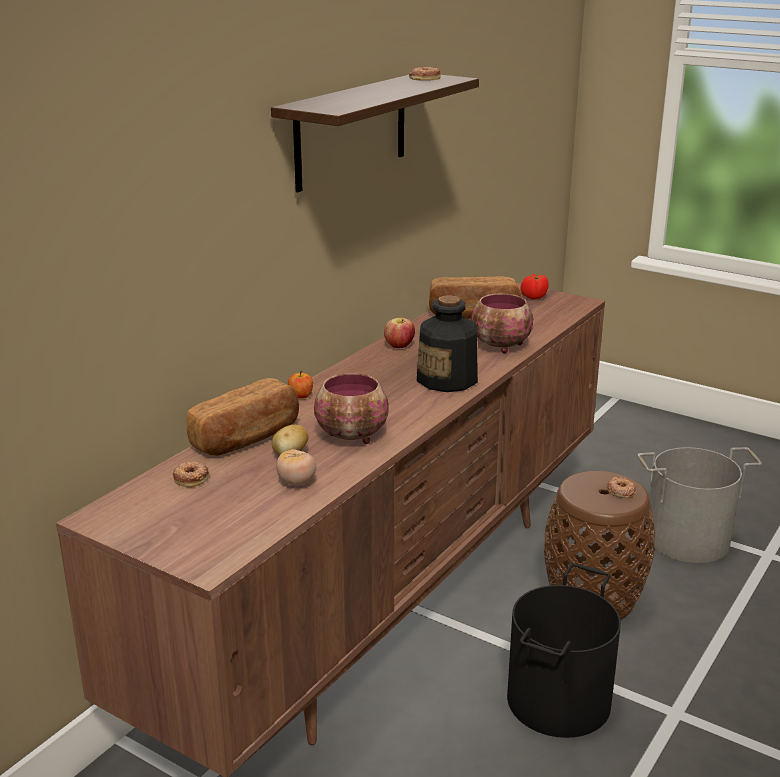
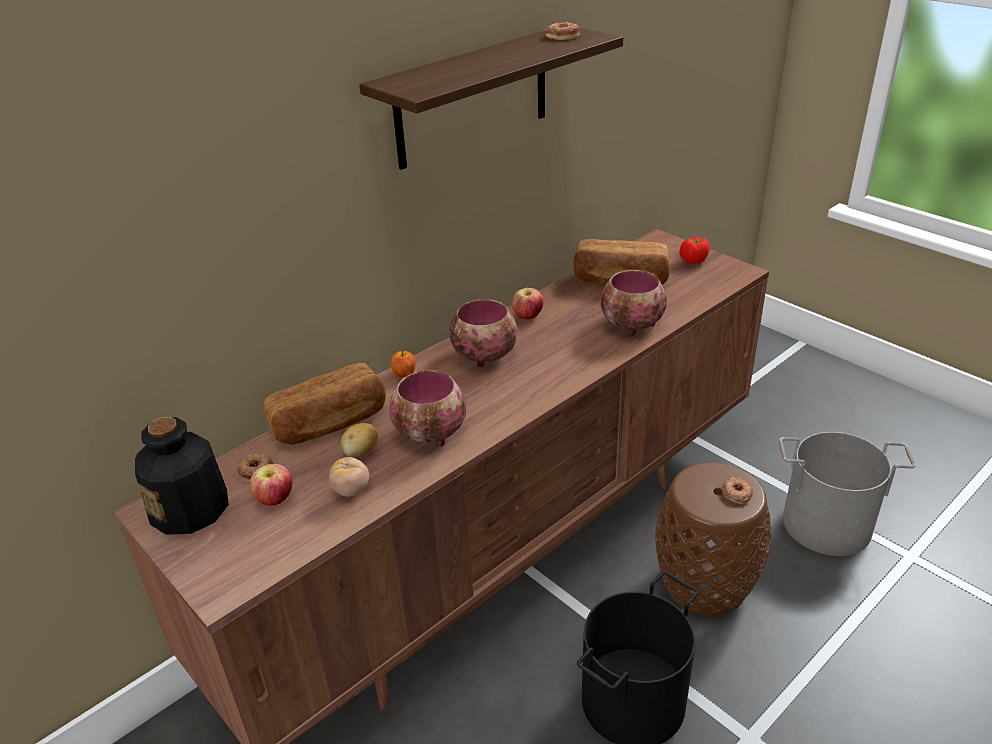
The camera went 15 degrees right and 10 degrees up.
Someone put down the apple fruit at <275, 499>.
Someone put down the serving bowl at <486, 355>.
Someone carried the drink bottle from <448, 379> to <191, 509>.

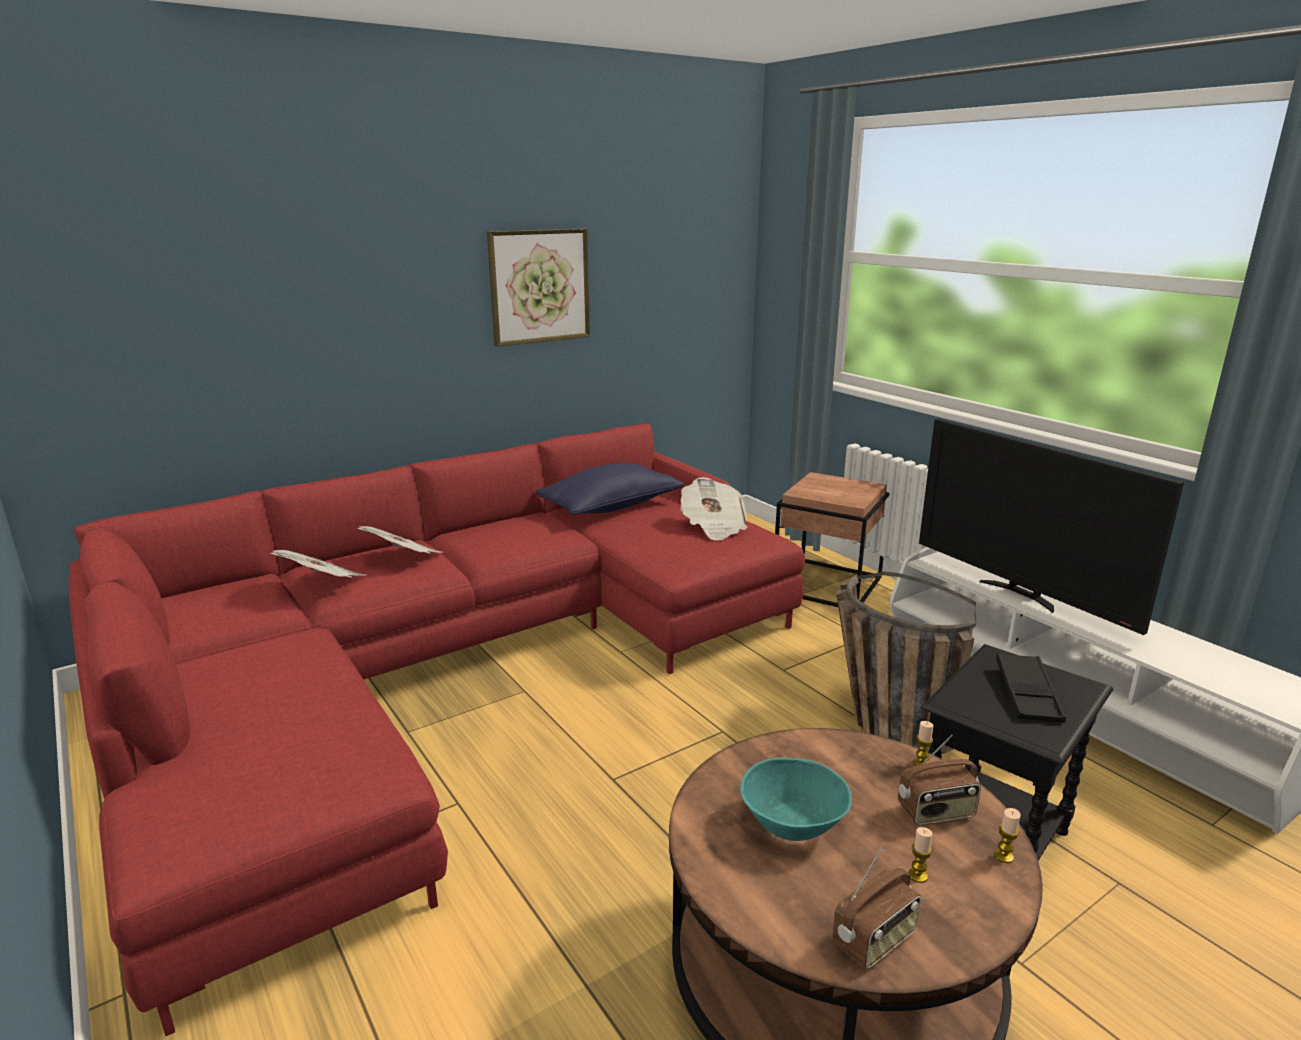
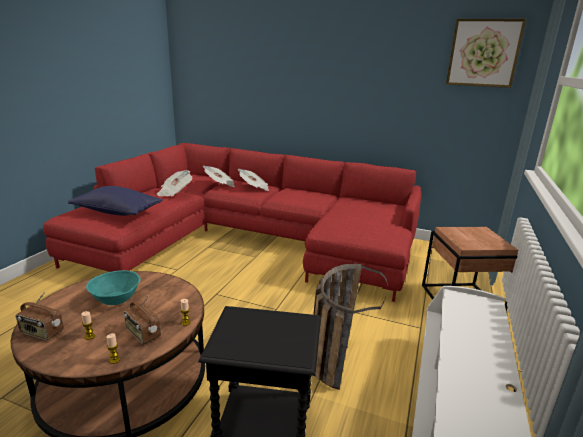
The camera went 55 degrees right and 0 degrees up.
Someone took away the TV at <1020, 594>.
Someone took away the black carrying tray at <1027, 694>.
Someone carried the wall picture from <539, 286> to <483, 53>.
Someone carried the blue-coloured throw pillow from <610, 507> to <117, 212>.
Someone carried the printed paper from <713, 527> to <174, 193>.

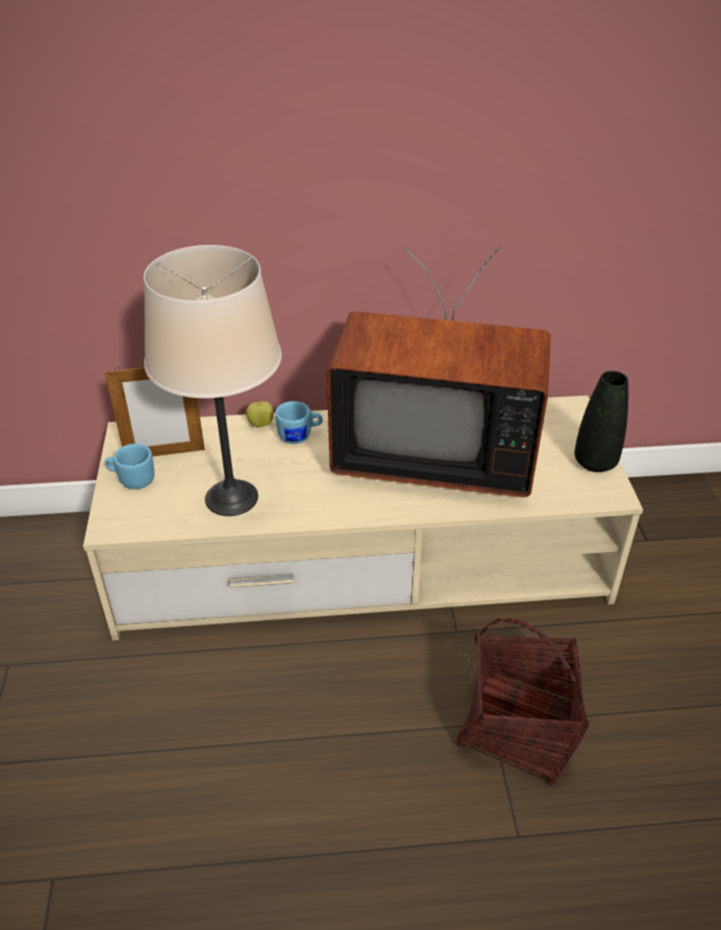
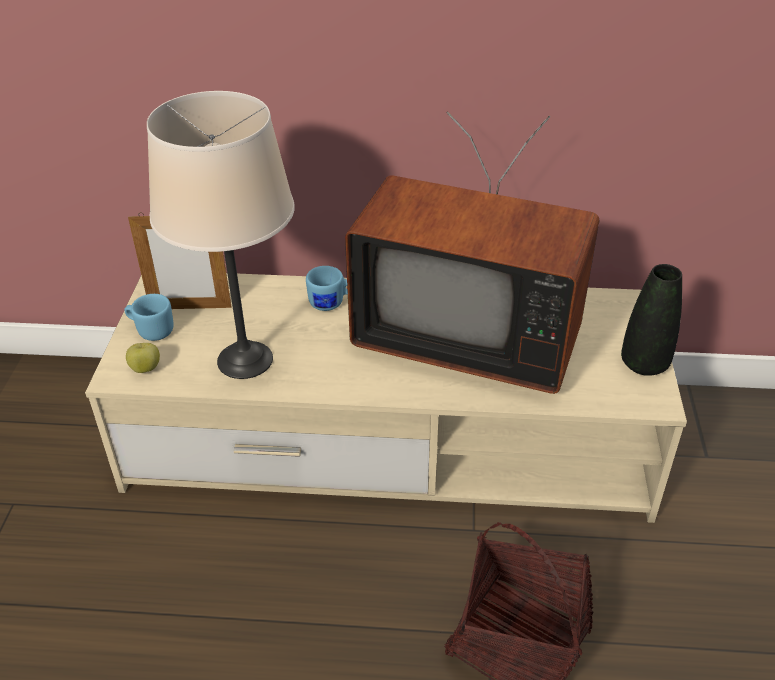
The camera went 10 degrees right and 0 degrees up.
Someone carried the apple fruit from <261, 424> to <145, 369>.

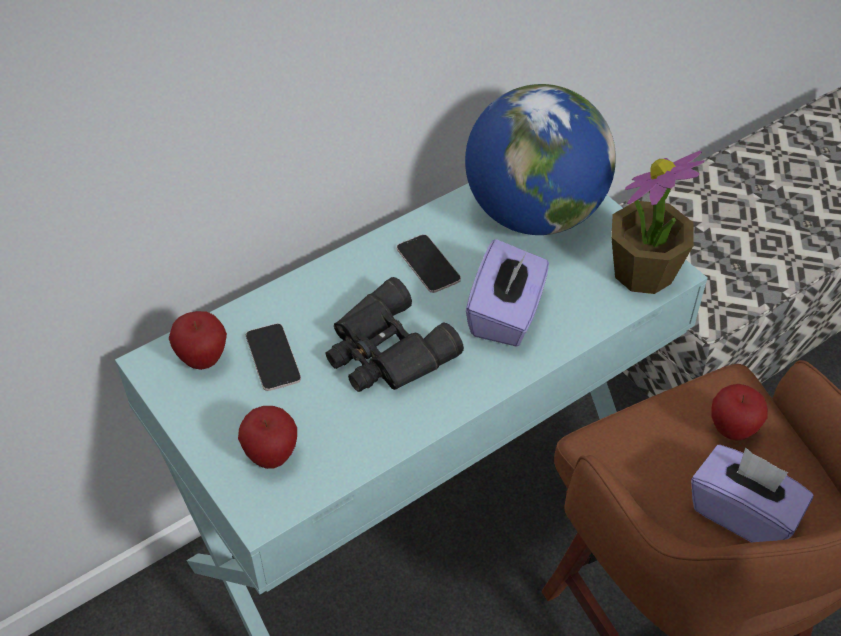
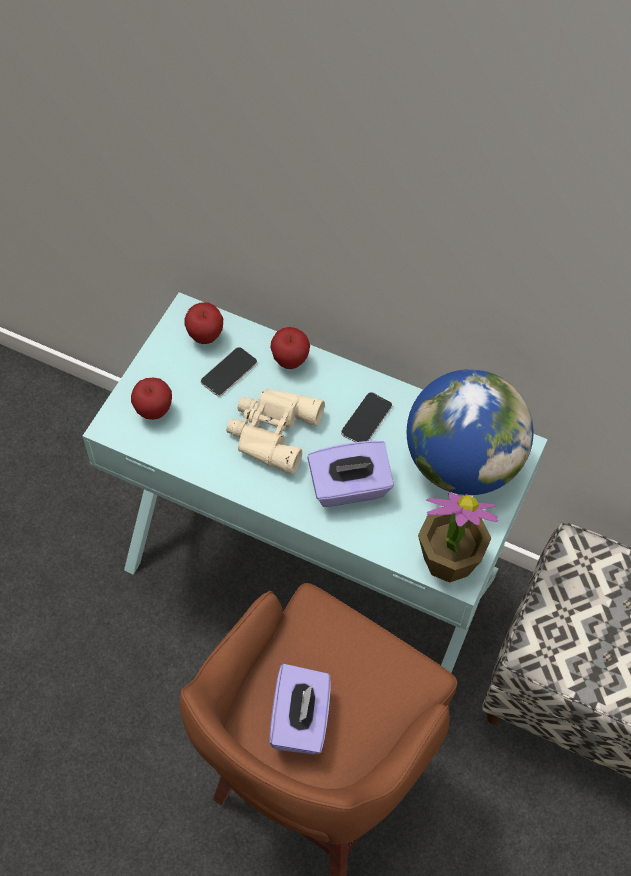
The camera went 60 degrees right and 10 degrees up.
Someone carried the apple fruit from <732, 430> to <290, 361>.
Someone repainted the black binoculars at <385, 352>, which became the beige binoculars at <271, 432>.

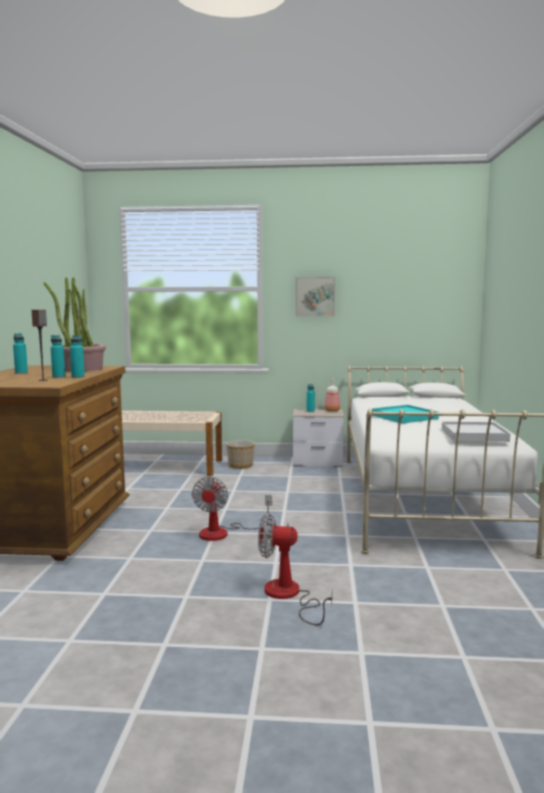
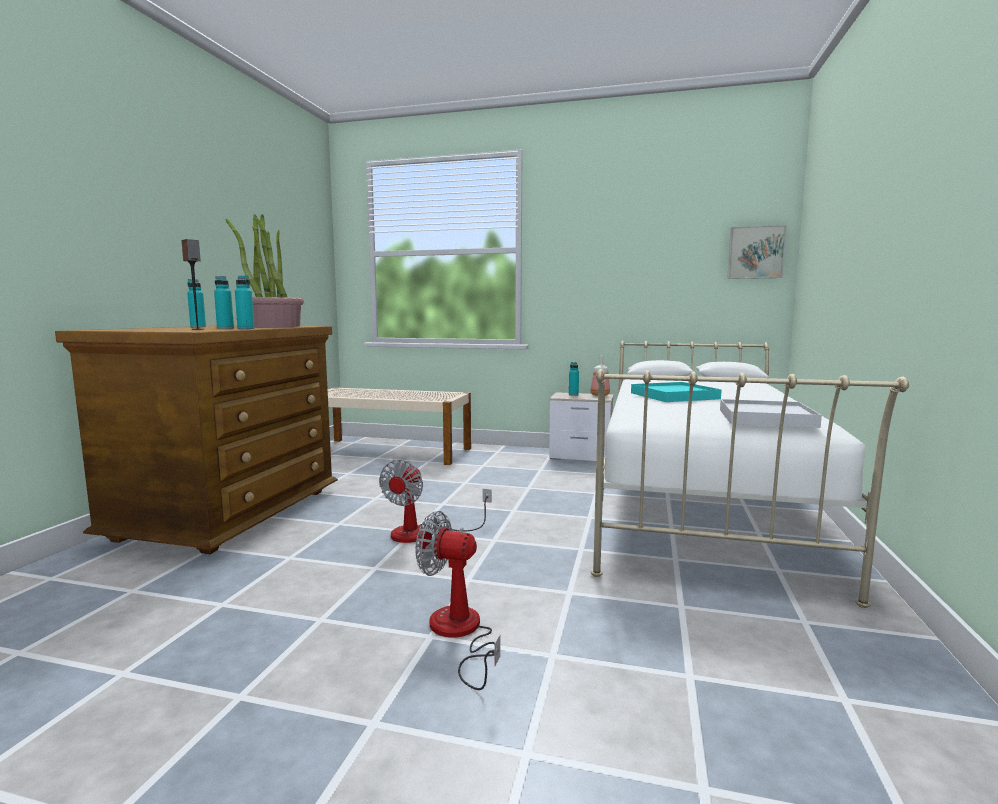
The camera went 10 degrees right and 0 degrees up.
Someone took away the plant pot at <240, 465>.
Someone carried the wall picture from <315, 297> to <755, 252>.

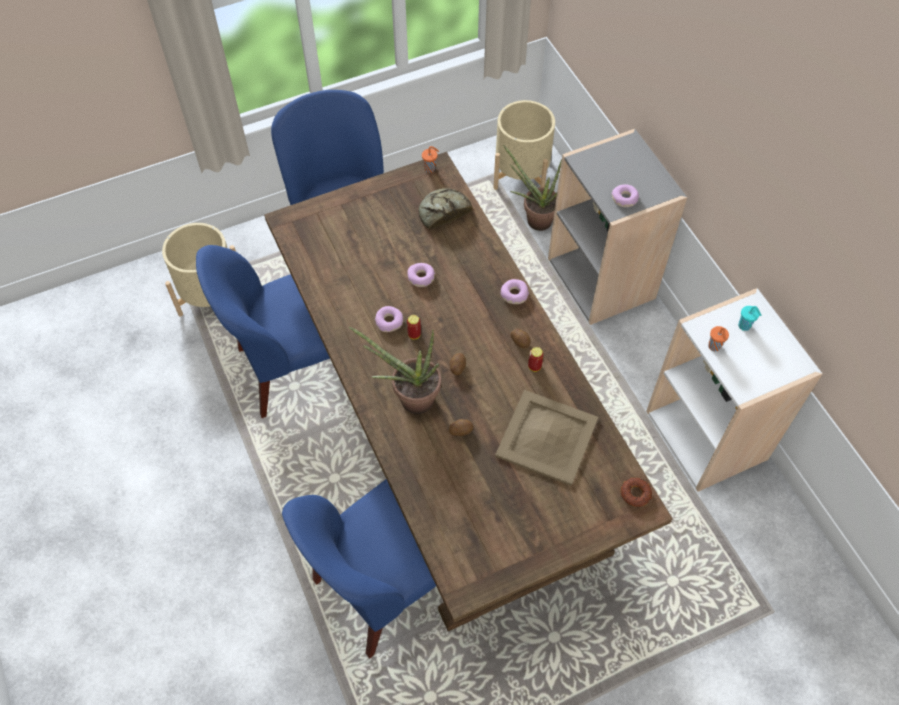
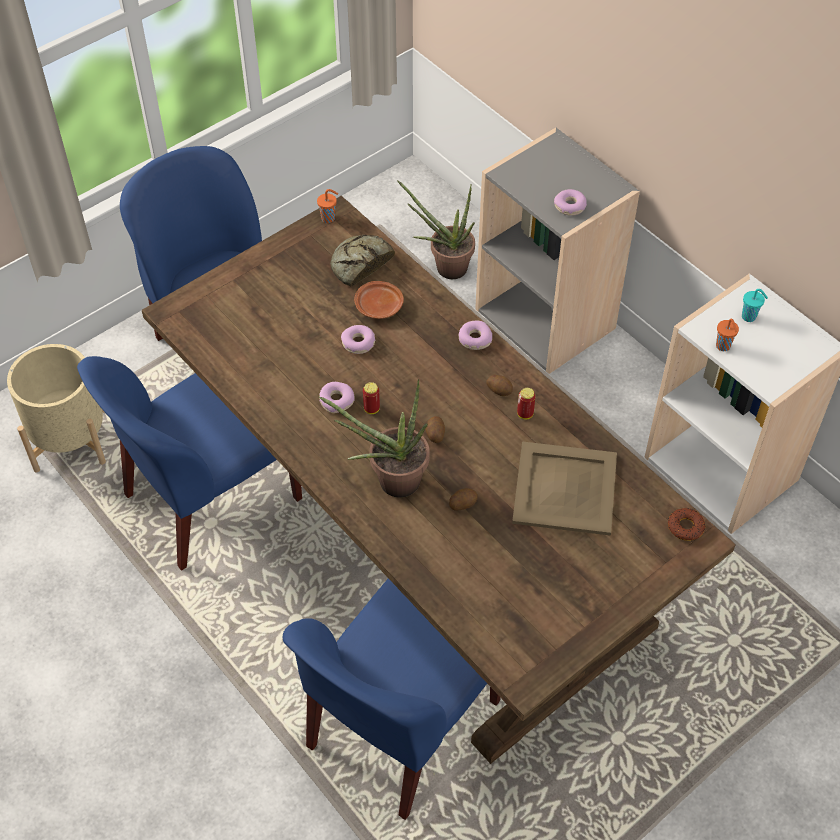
The camera went 15 degrees left and 5 degrees down.
Someone took away the beige plant pot at <521, 174>.
Someone put down the brown-coloured plate at <379, 306>.

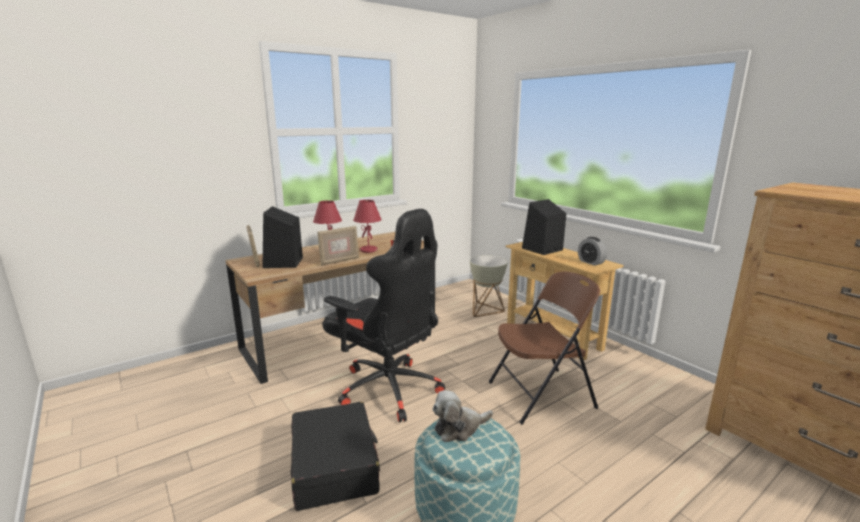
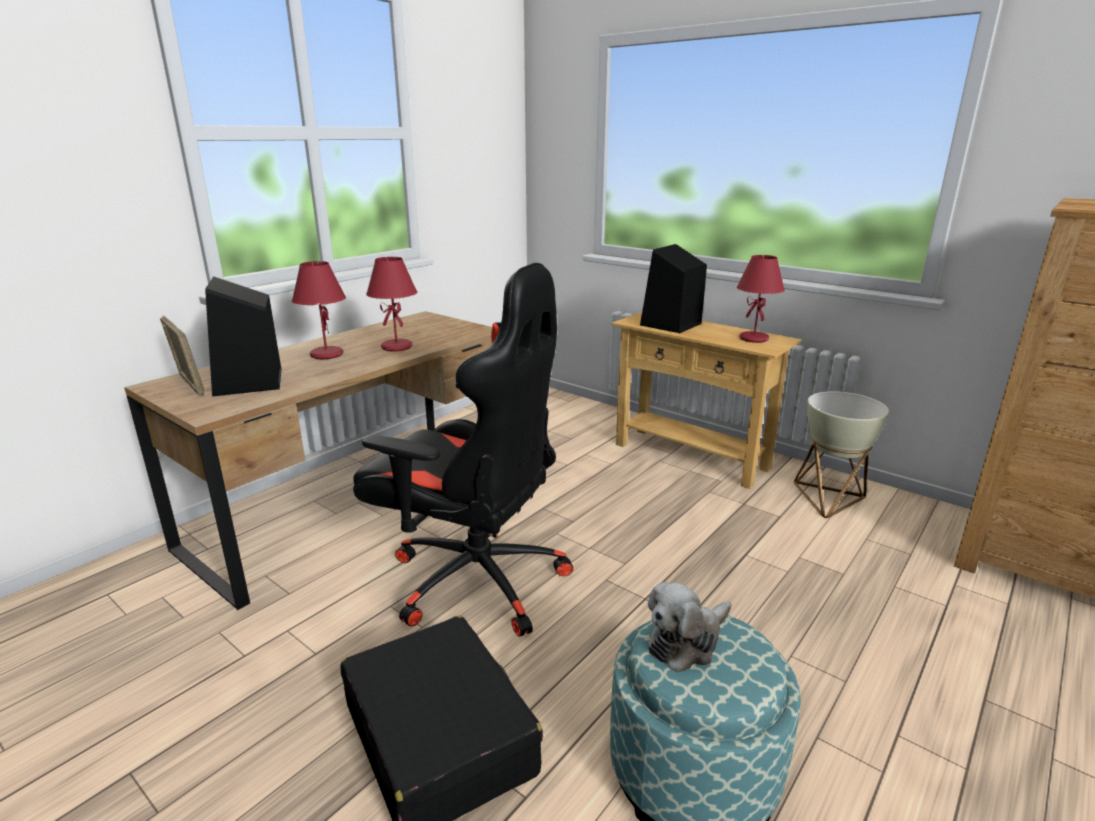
The camera went 15 degrees left and 5 degrees up.
Someone took away the picture frame at <339, 261>.
Someone took away the brown-coloured upright chair at <541, 395>.
Someone carried the plant pot from <486, 310> to <829, 499>.
Someone swapped the bedside clock at <590, 262> for the reddish table lamp at <754, 339>.

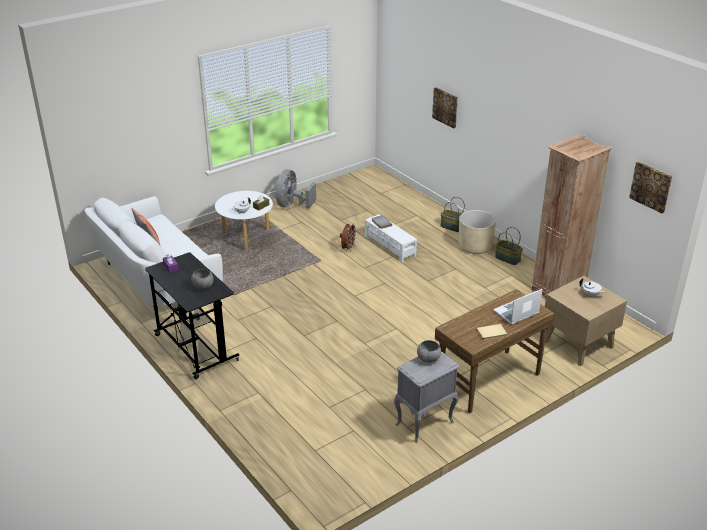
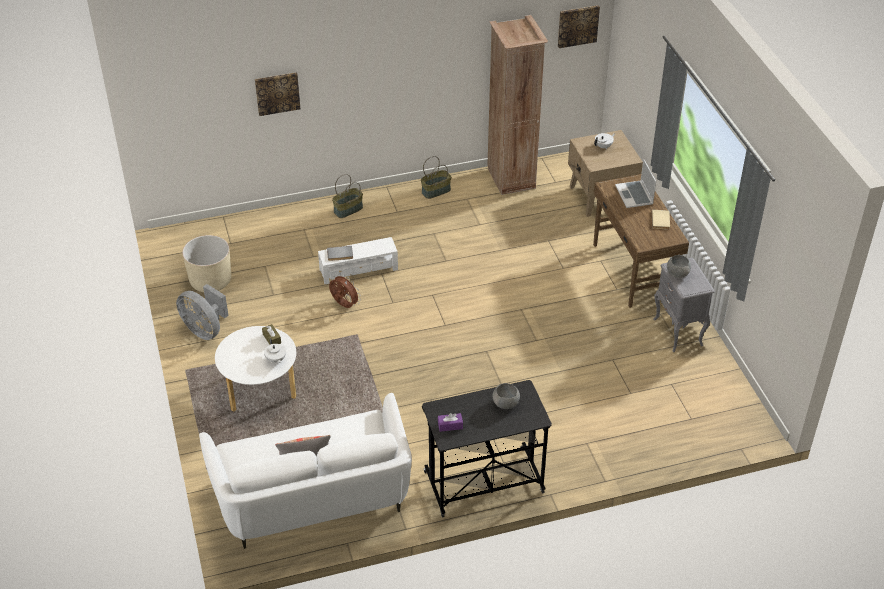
The camera went 70 degrees left and 10 degrees up.
Someone carried the beige plant pot from <475, 247> to <210, 281>.

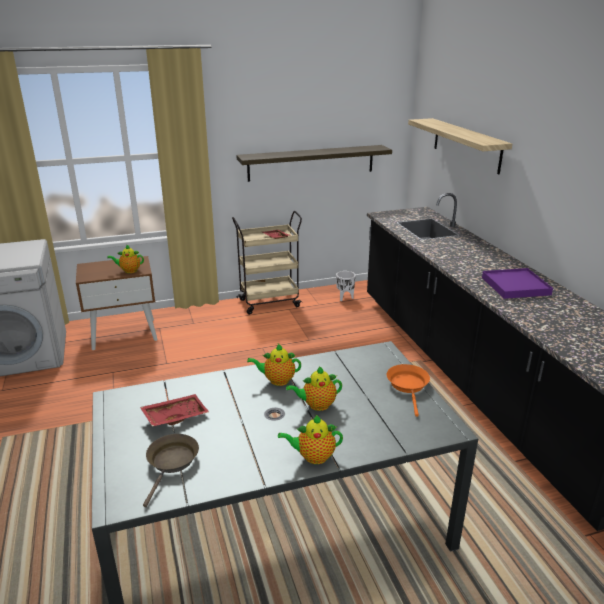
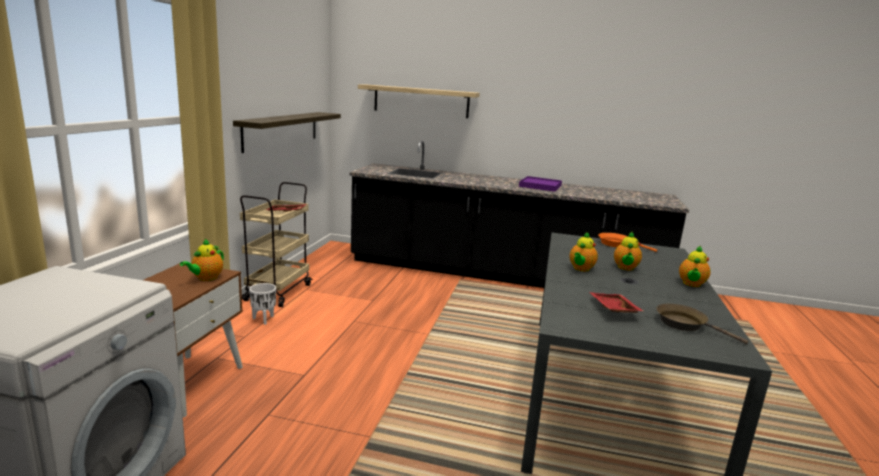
The camera went 60 degrees left and 10 degrees down.
Someone carried the white-coloured plant pot from <345, 298> to <264, 319>.

